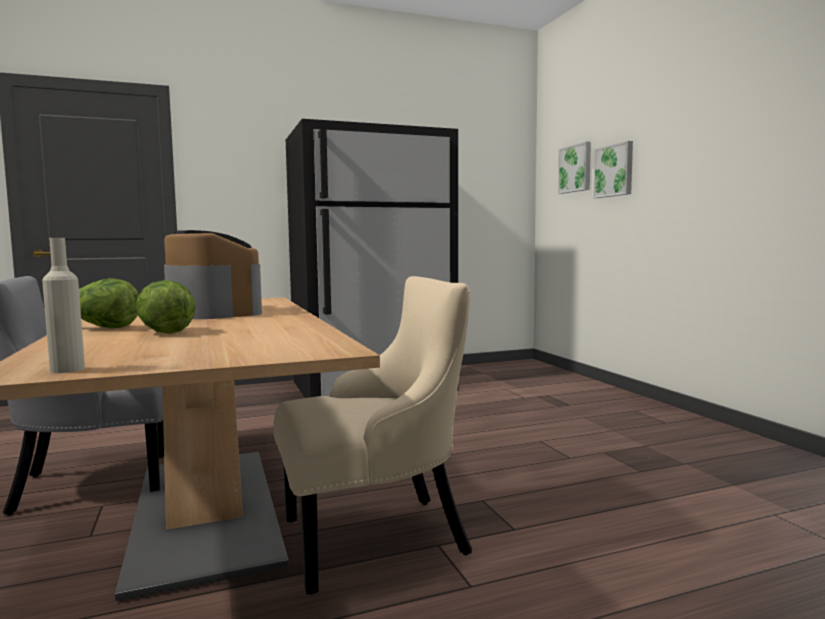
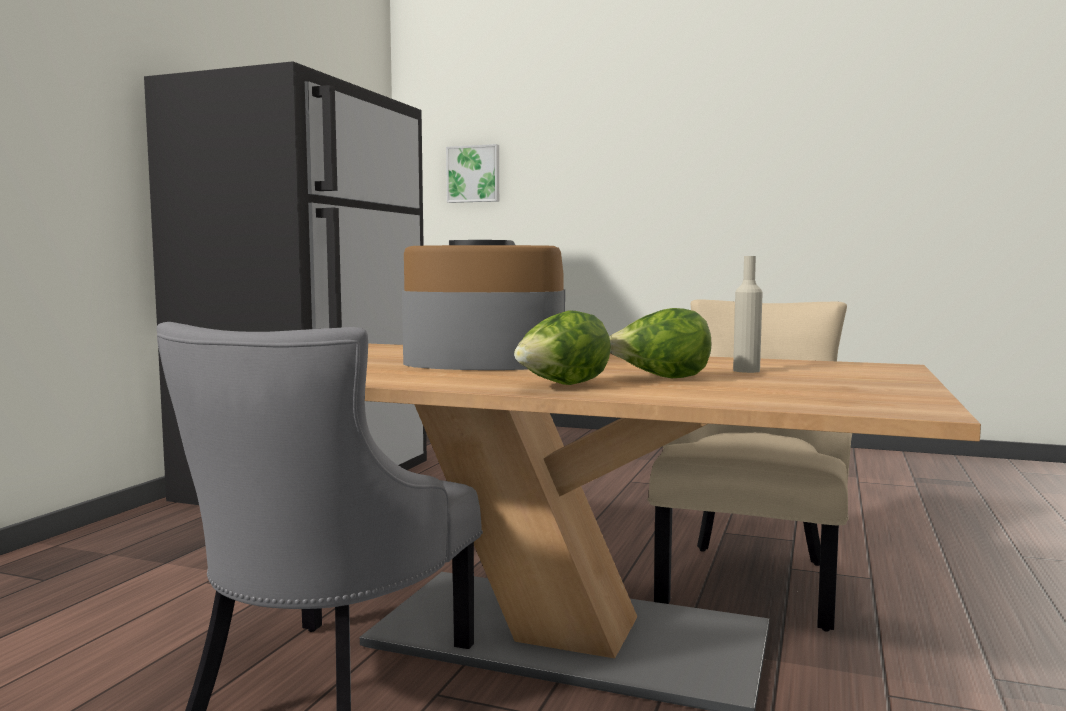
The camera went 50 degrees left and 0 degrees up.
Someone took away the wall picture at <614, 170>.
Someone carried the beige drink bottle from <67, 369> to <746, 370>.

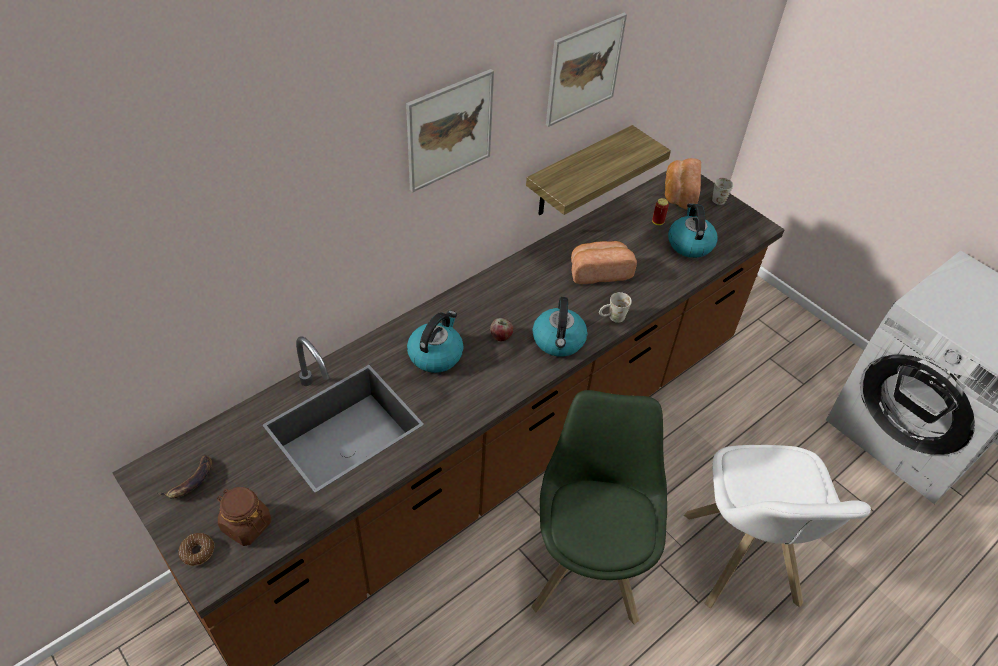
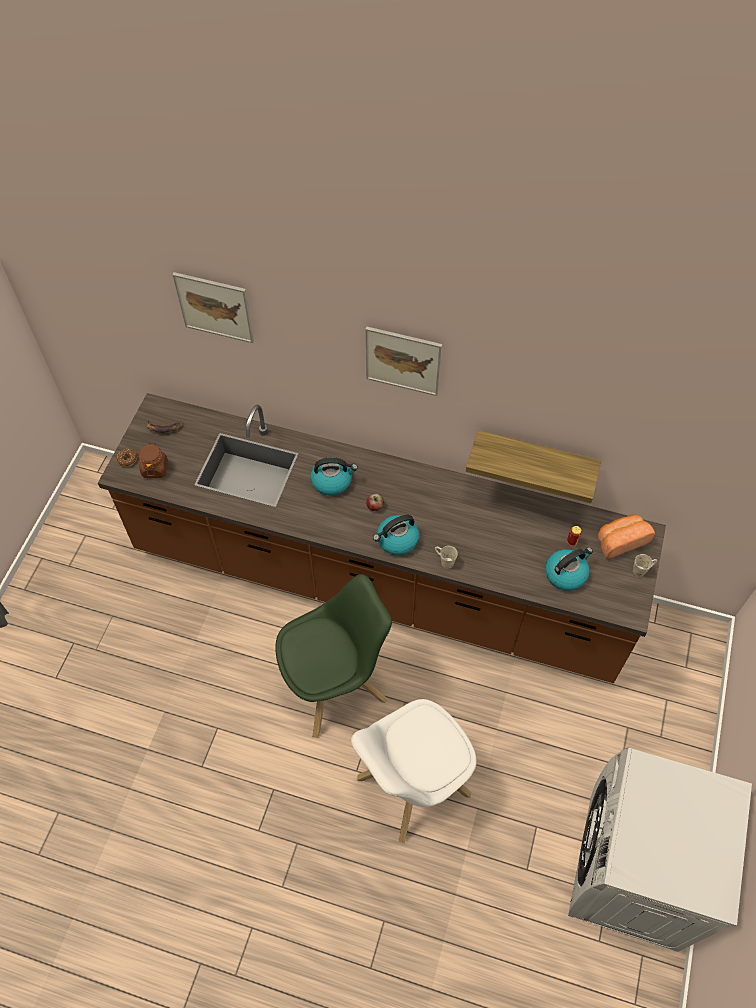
The camera went 60 degrees right and 10 degrees up.
Someone took away the bakery bread at <599, 272>.
Someone carried the wall picture from <584, 69> to <215, 307>.

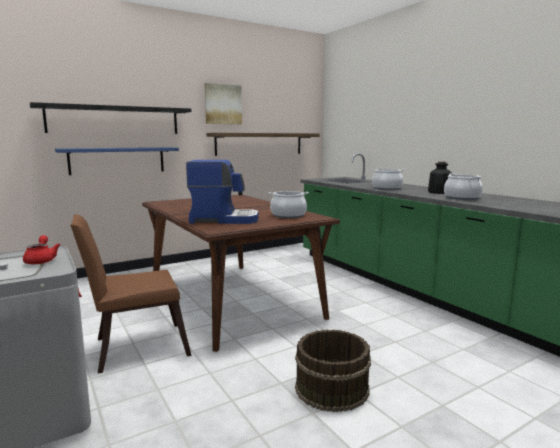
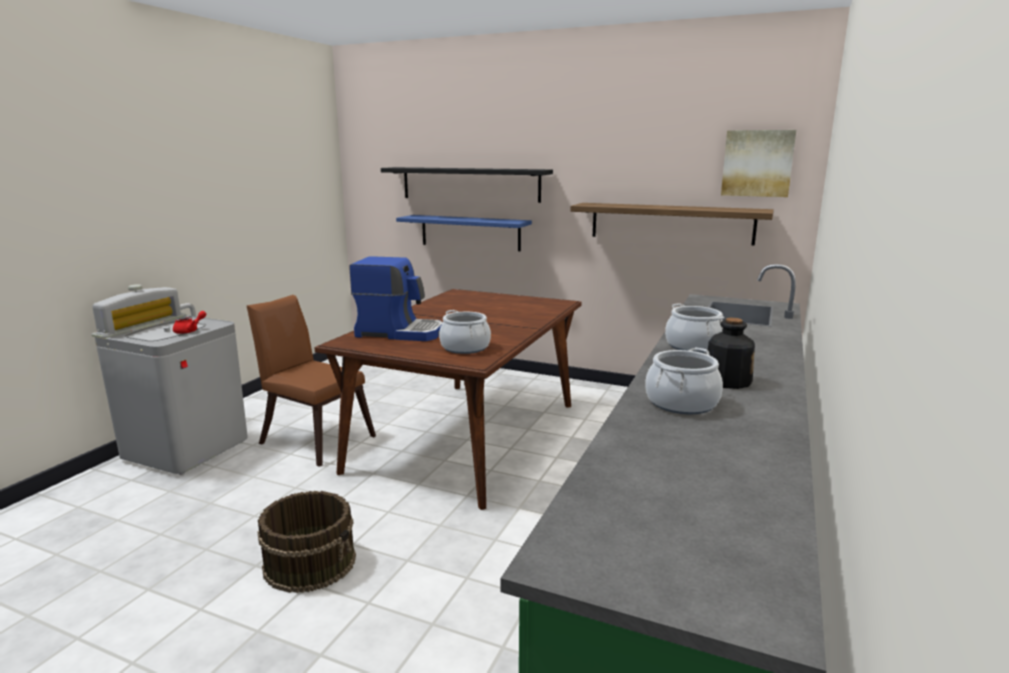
The camera went 55 degrees right and 5 degrees up.
Someone carried the wall picture from <223, 104> to <757, 163>.
Someone rotated the coffee brewer at <224, 219> by 45 degrees counterclockwise.

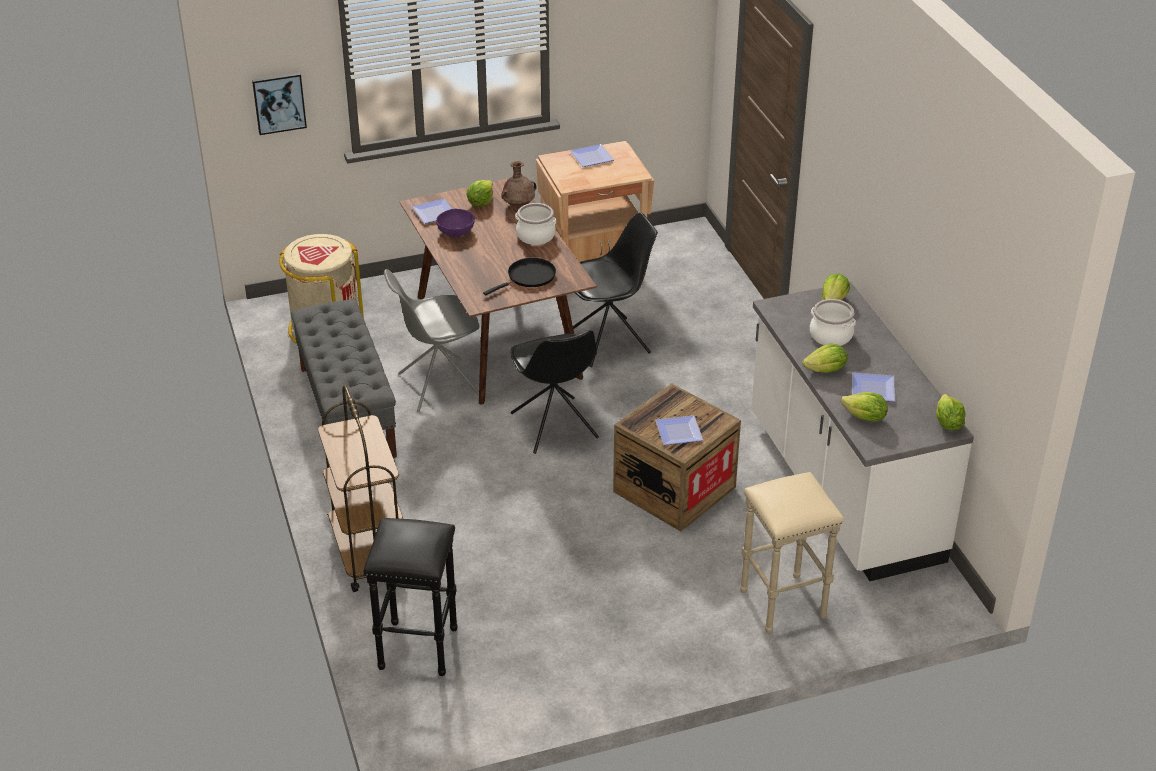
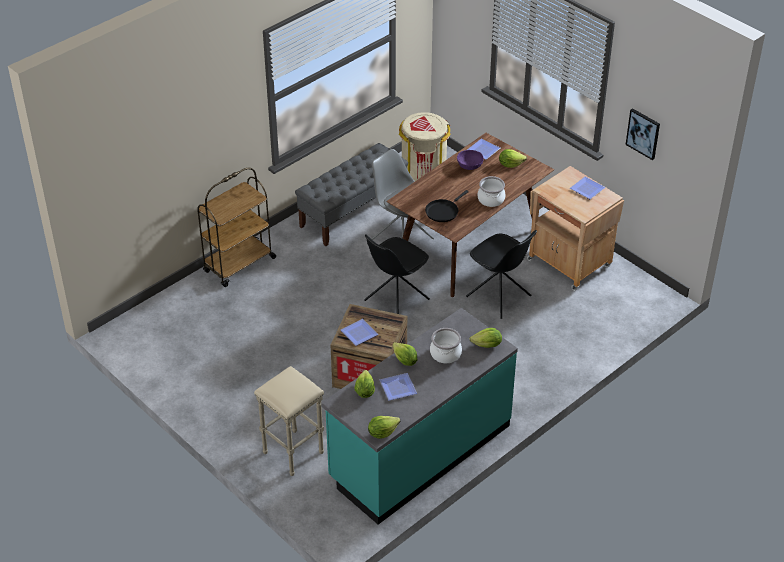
The camera went 65 degrees right and 5 degrees up.
Someone took away the black stool at <420, 647>.
Someone took away the brown-coloured vase at <519, 205>.
Someone carried the wall picture from <279, 103> to <643, 133>.
Someone repainted the white-coloured kitchen counter at <842, 489>, which became the blue-green kitchen counter at <419, 452>.
Someone rotated the black pan at <529, 277> by 105 degrees clockwise.

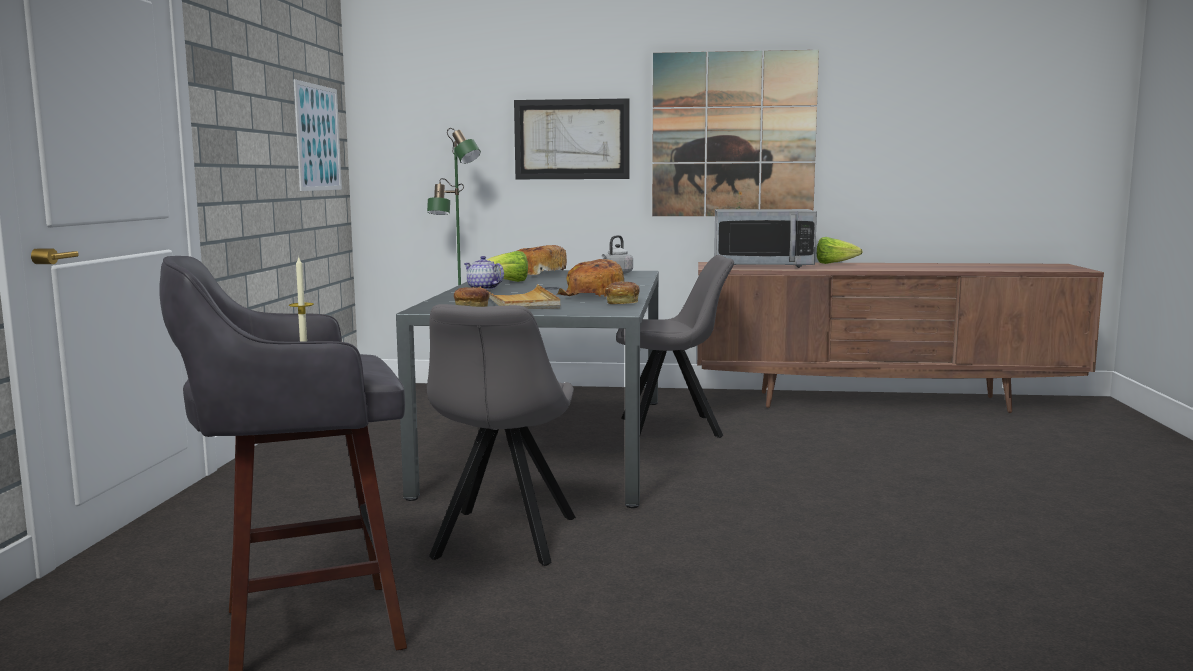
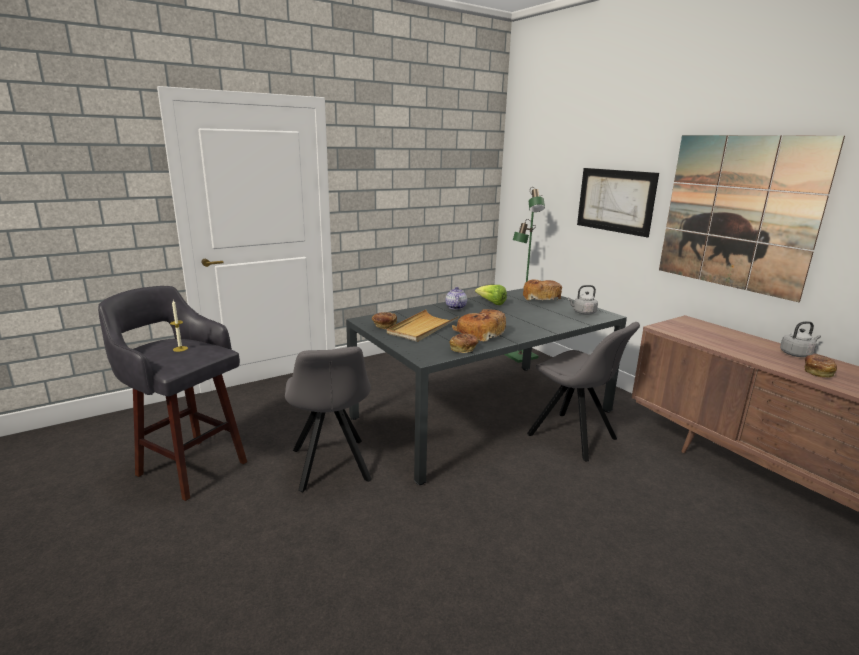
The camera went 50 degrees right and 10 degrees up.
Someone took away the wall picture at <318, 137>.
Someone took away the microwave at <762, 265>.
Someone put down the bakery bread at <817, 372>.
Someone swapped the lettuce at <834, 264> for the gray water kettle at <797, 354>.
Someone rotated the gray upright chair at <504, 538> by 75 degrees counterclockwise.

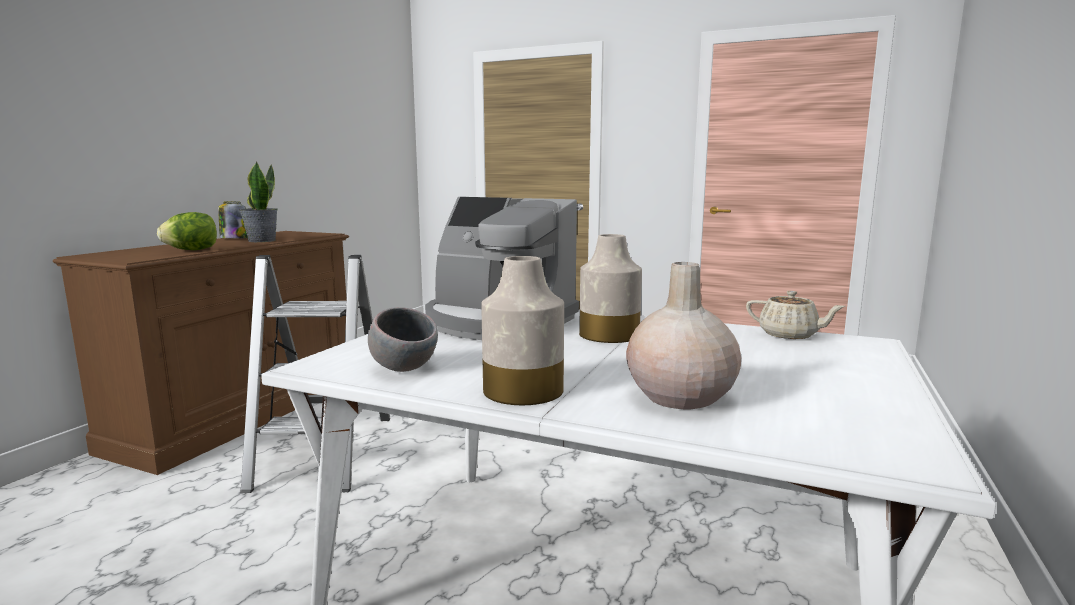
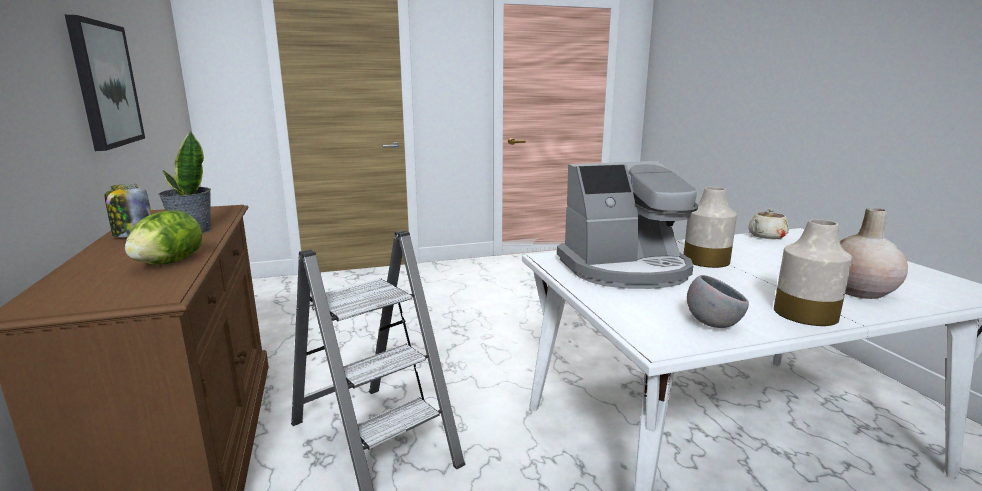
The camera went 40 degrees left and 5 degrees up.
Someone put up the wall picture at <105, 84>.
Someone rotated the beige tea pot at <789, 335> by 150 degrees clockwise.

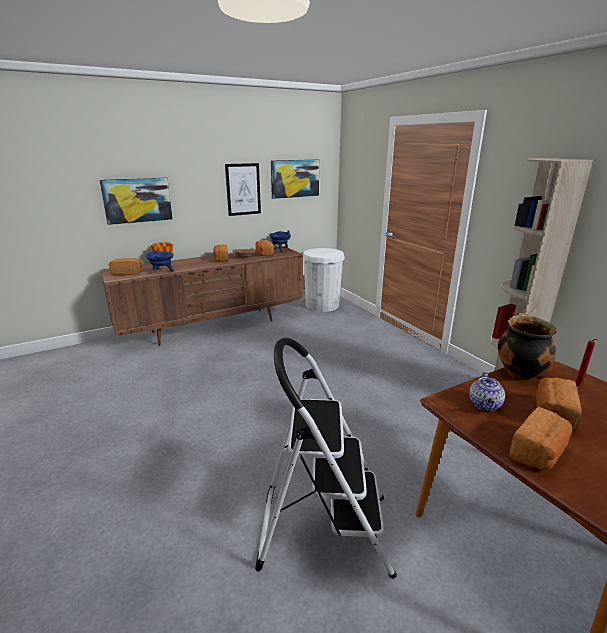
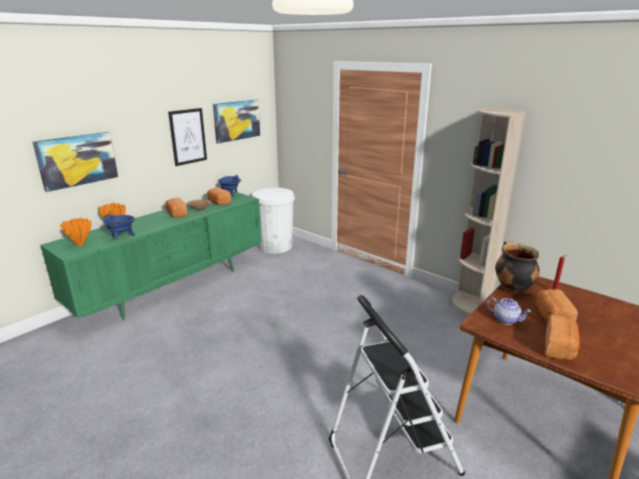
The camera went 20 degrees left and 0 degrees up.
Someone swapped the bakery bread at <127, 273> for the orange-coloured vase at <80, 244>.
Someone repainted the brown-coloured cabinet at <214, 326>, which became the green cabinet at <174, 286>.
Someone rotated the tea pot at <485, 405> by 45 degrees counterclockwise.

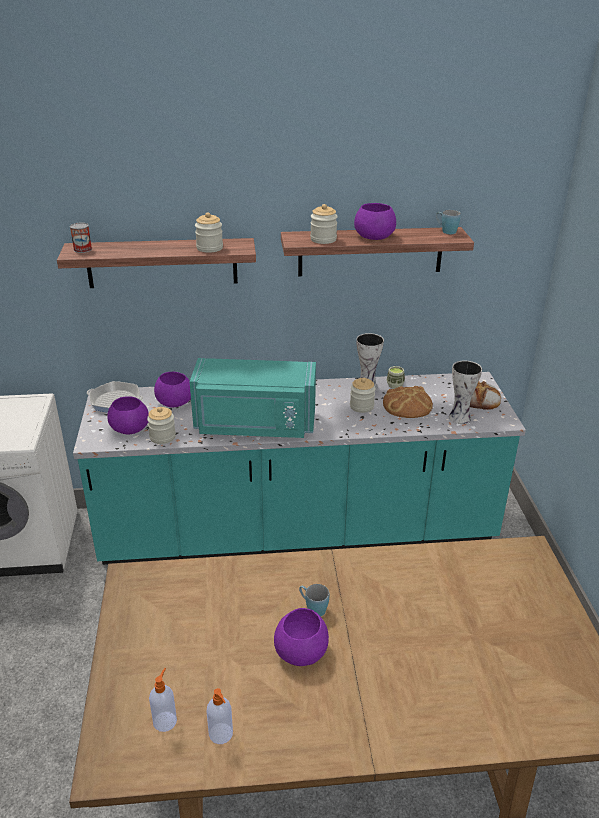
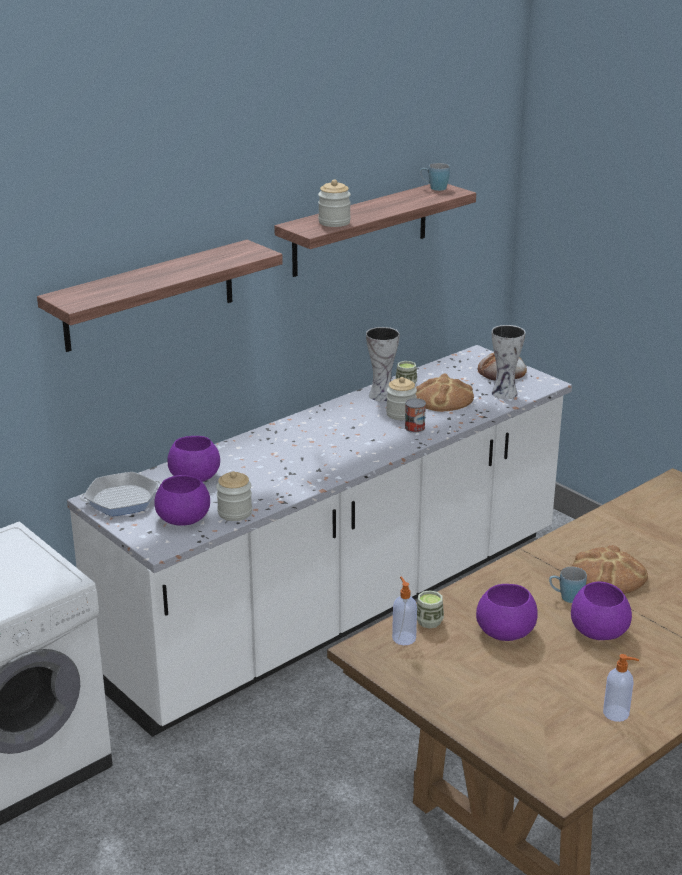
The camera went 35 degrees left and 5 degrees down.
Someone took away the blue-green microwave at <254, 425>.
Someone took away the storage jar at <209, 248>.
Someone put down the drinking cup at <429, 621>.
Someone put down the bakery bread at <608, 575>.
Someone carried the sealed can from <82, 249> to <414, 428>.
Someone carried the soap bottle from <165, 720> to <403, 638>.
Someone carried the purplish serving bowl from <375, 236> to <506, 631>.
Someone repainted the blue-green kitchen counter at <298, 532>, which became the white-coloured kitchen counter at <341, 608>.

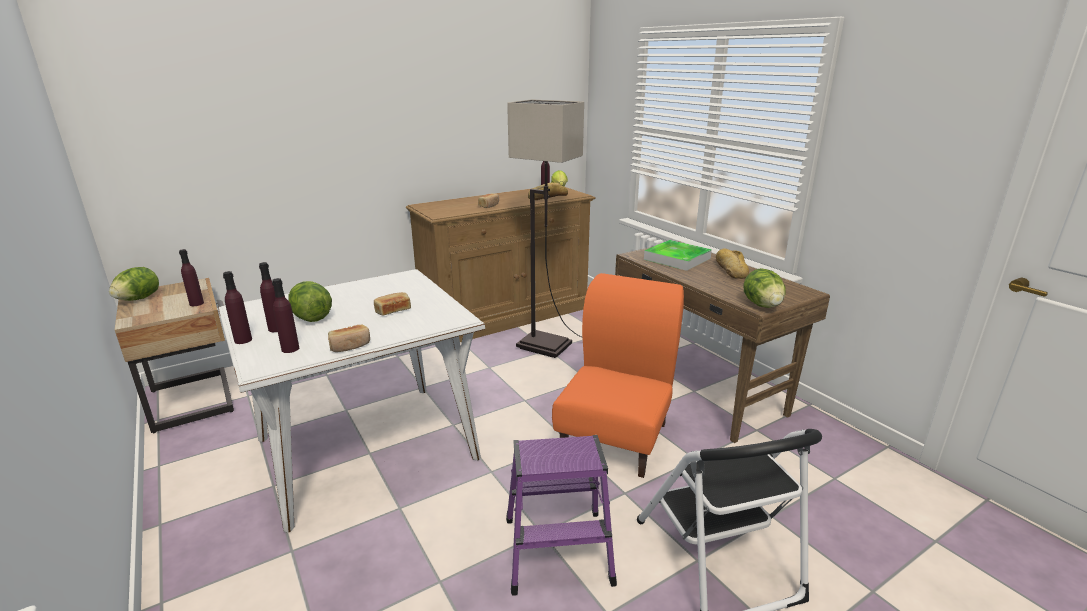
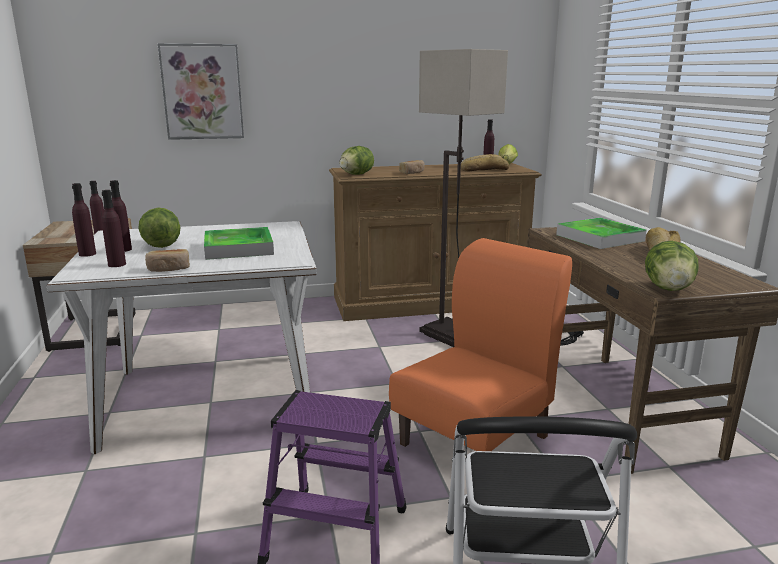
The camera went 20 degrees right and 5 degrees down.
Someone put up the wall picture at <202, 92>.
Someone carried the lettuce from <138, 299> to <356, 174>.
Someone swapped the bakery bread at <393, 310> for the carrying tray at <238, 248>.

